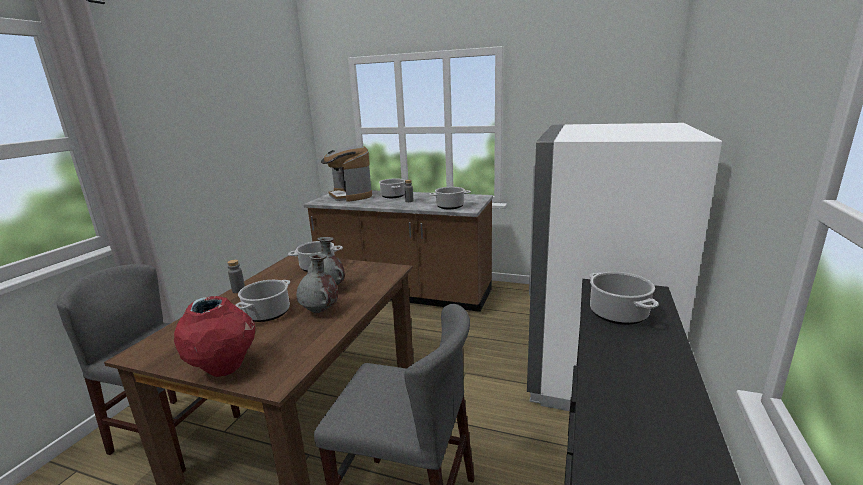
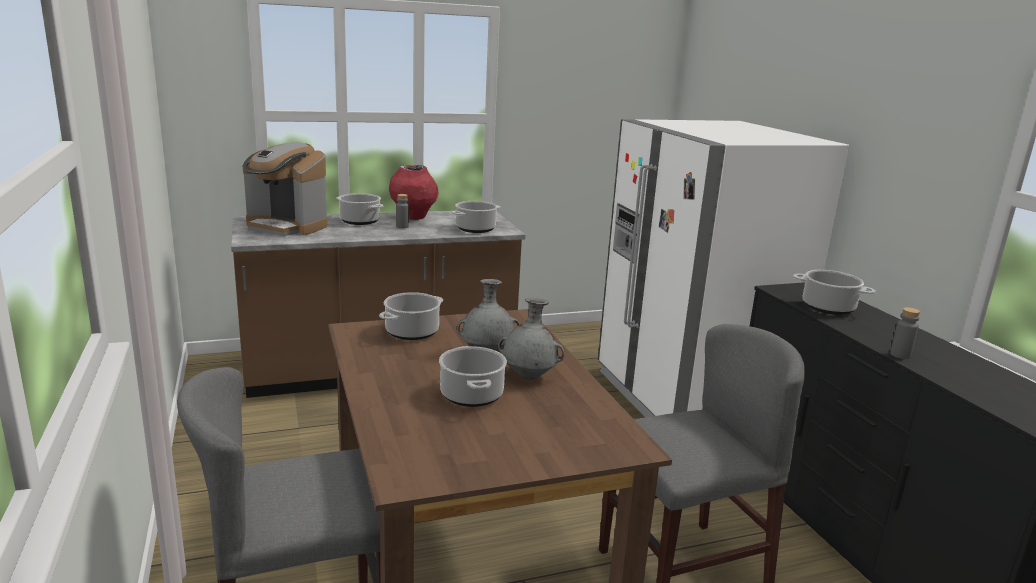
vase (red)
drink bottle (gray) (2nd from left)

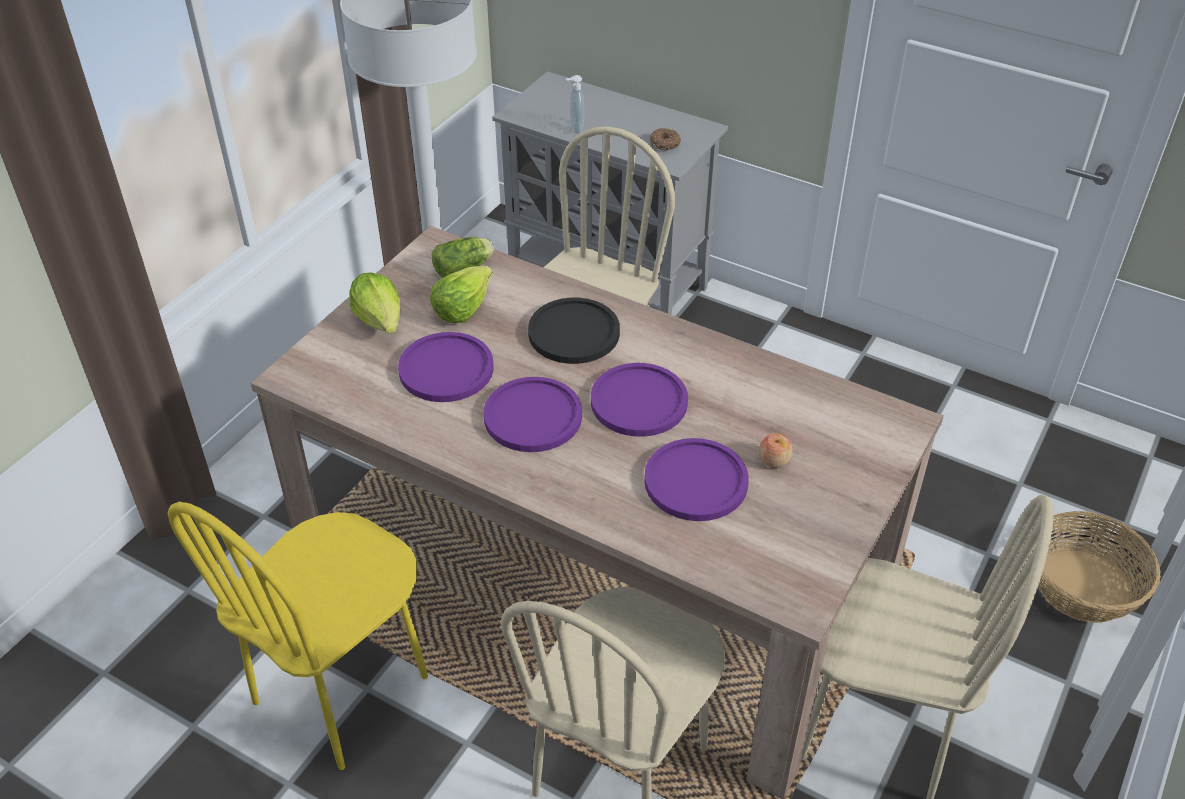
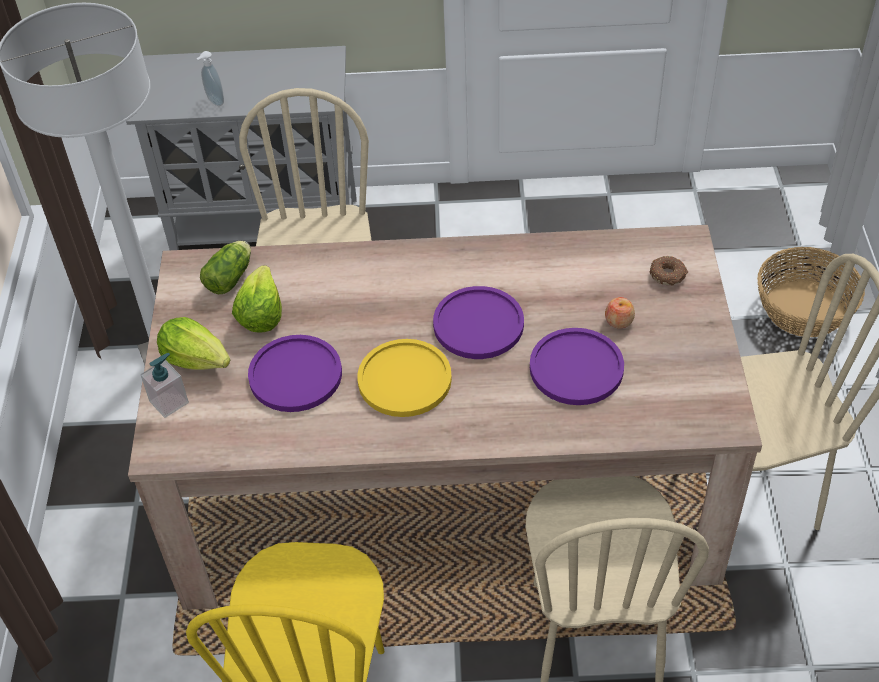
soap dispenser (1st from left)
dinner plate (yellow)
doughnut
dinner plate (black-coloured)

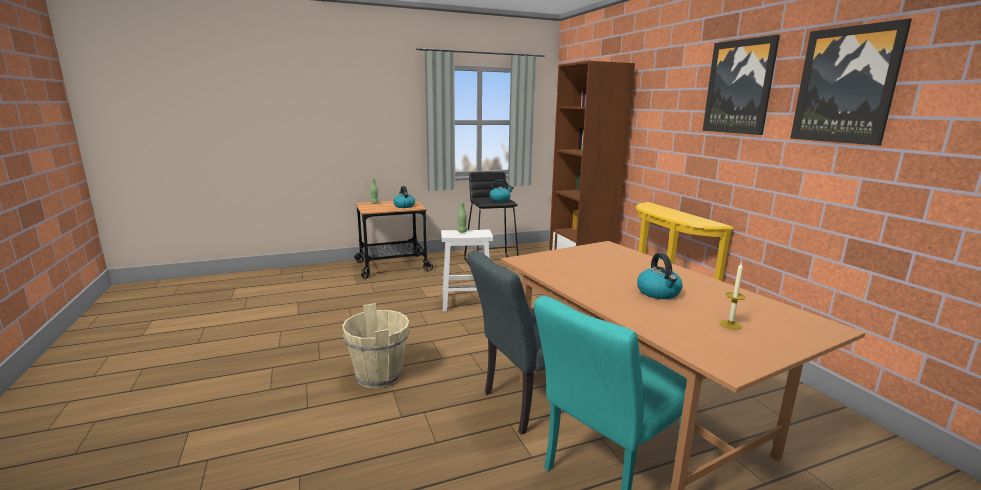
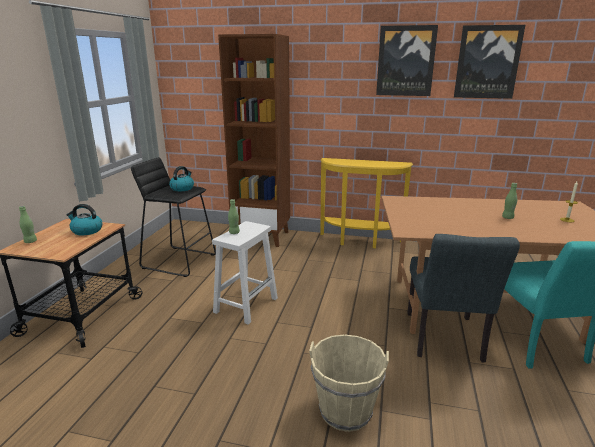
drink bottle (green-coloured) (3rd from left)

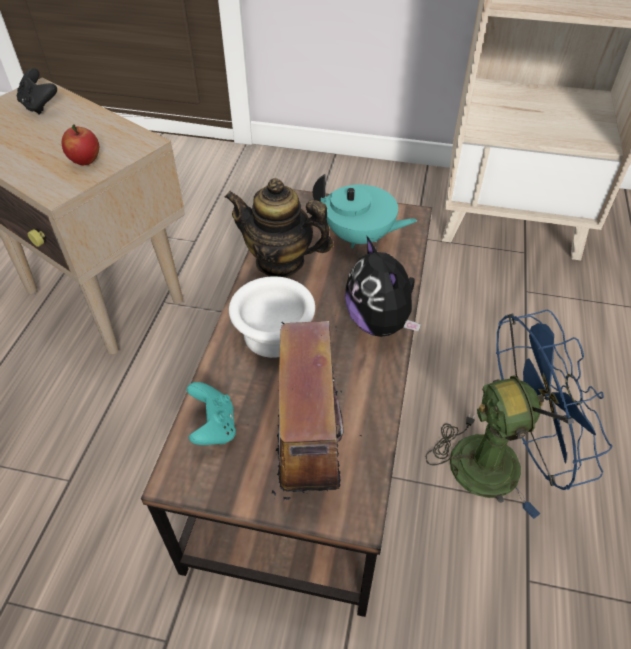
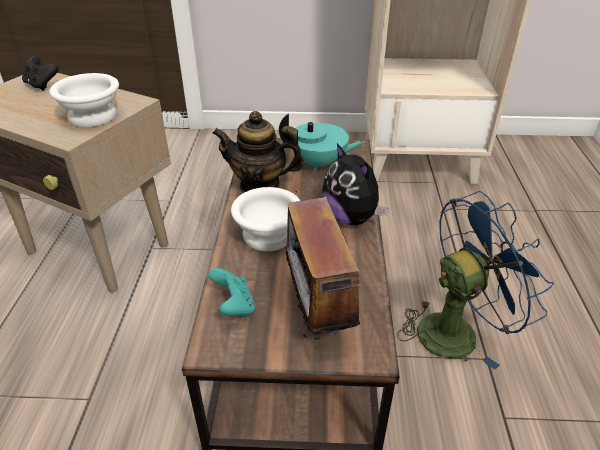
serving bowl (white-coloured) (1st from left)

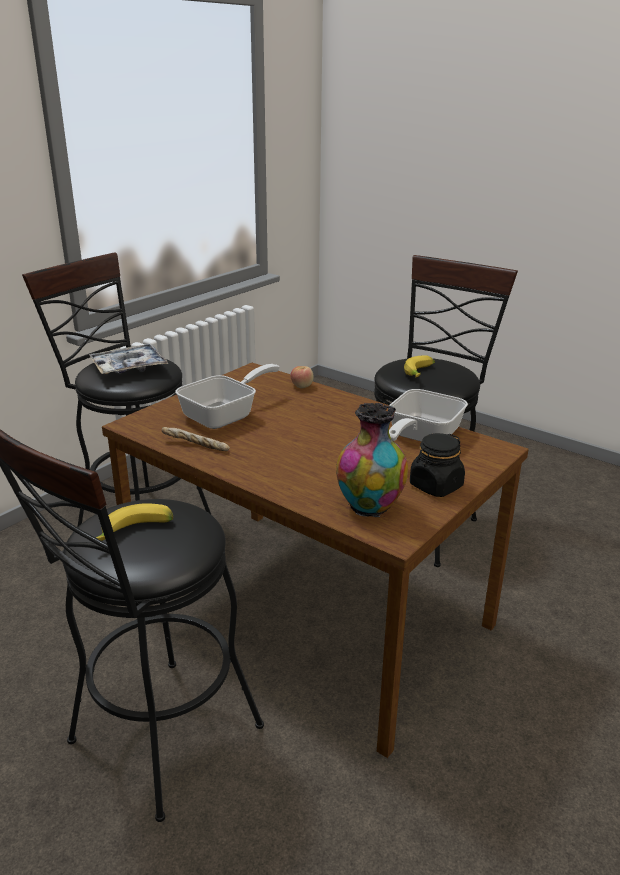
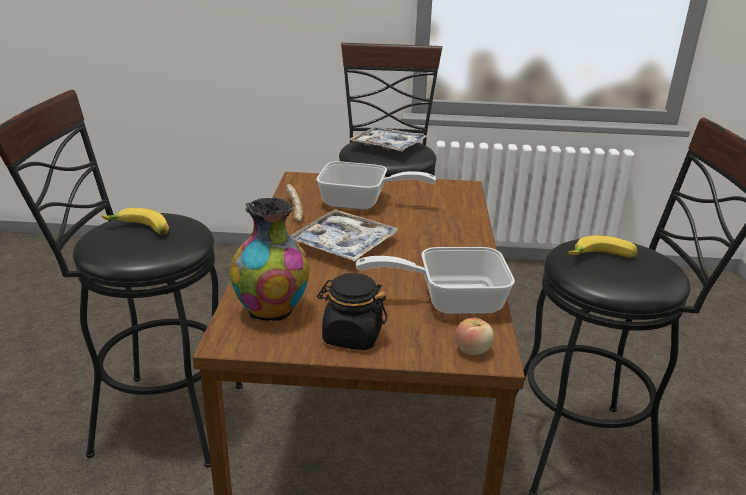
tray (1st from left)
apple

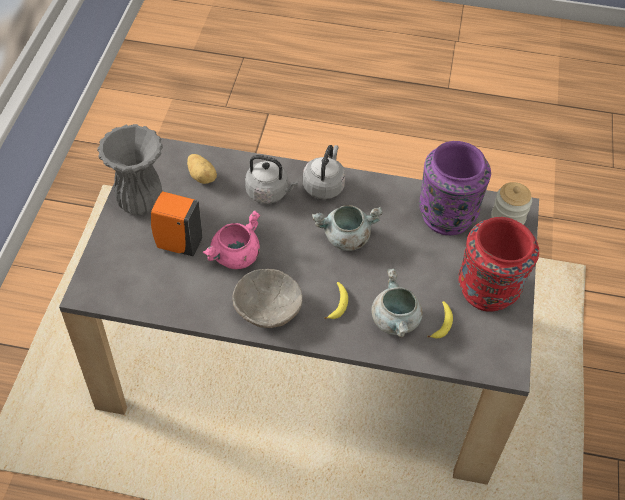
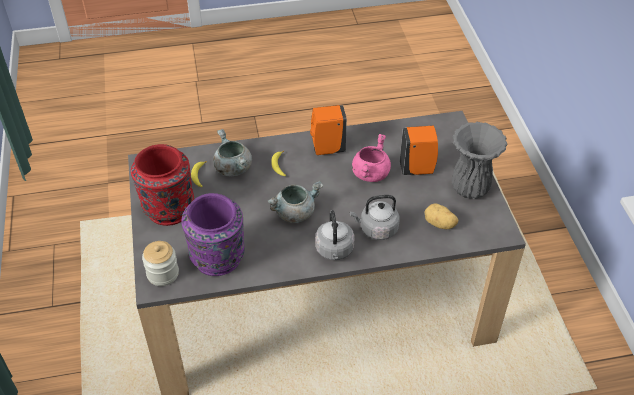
soap dispenser (orange-coloured) (1st from left)

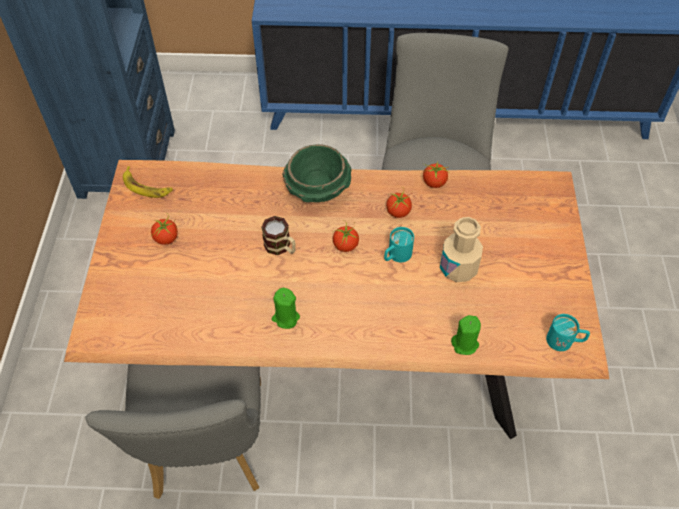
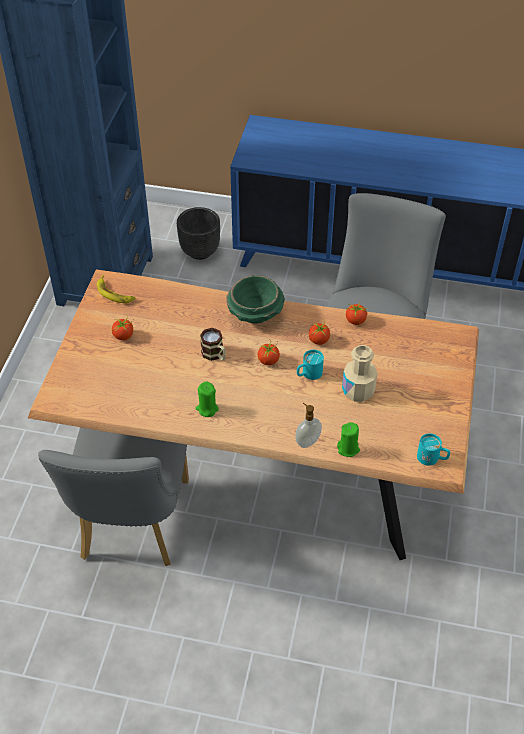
flower pot (black-coloured)
soap dispenser

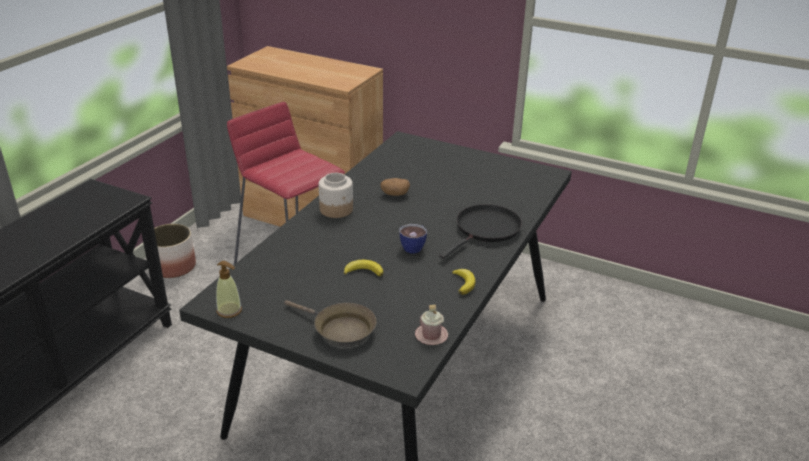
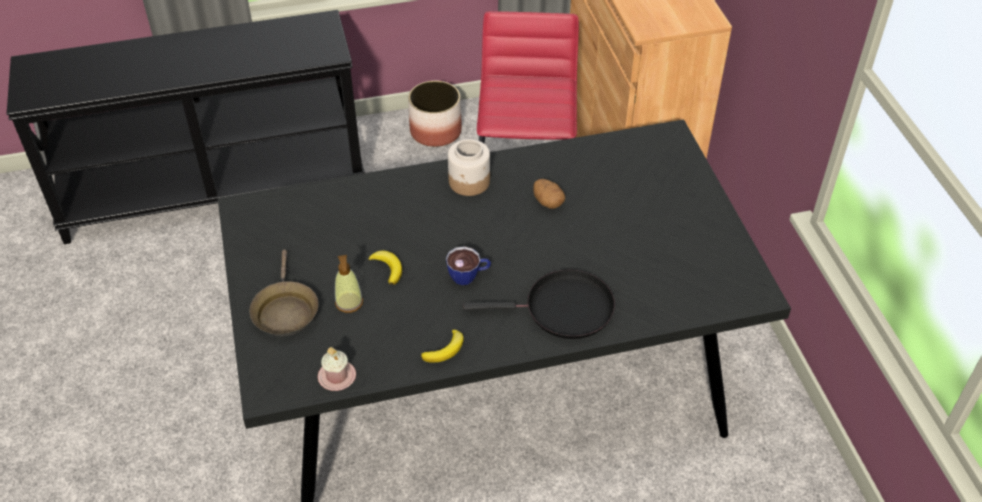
soap dispenser

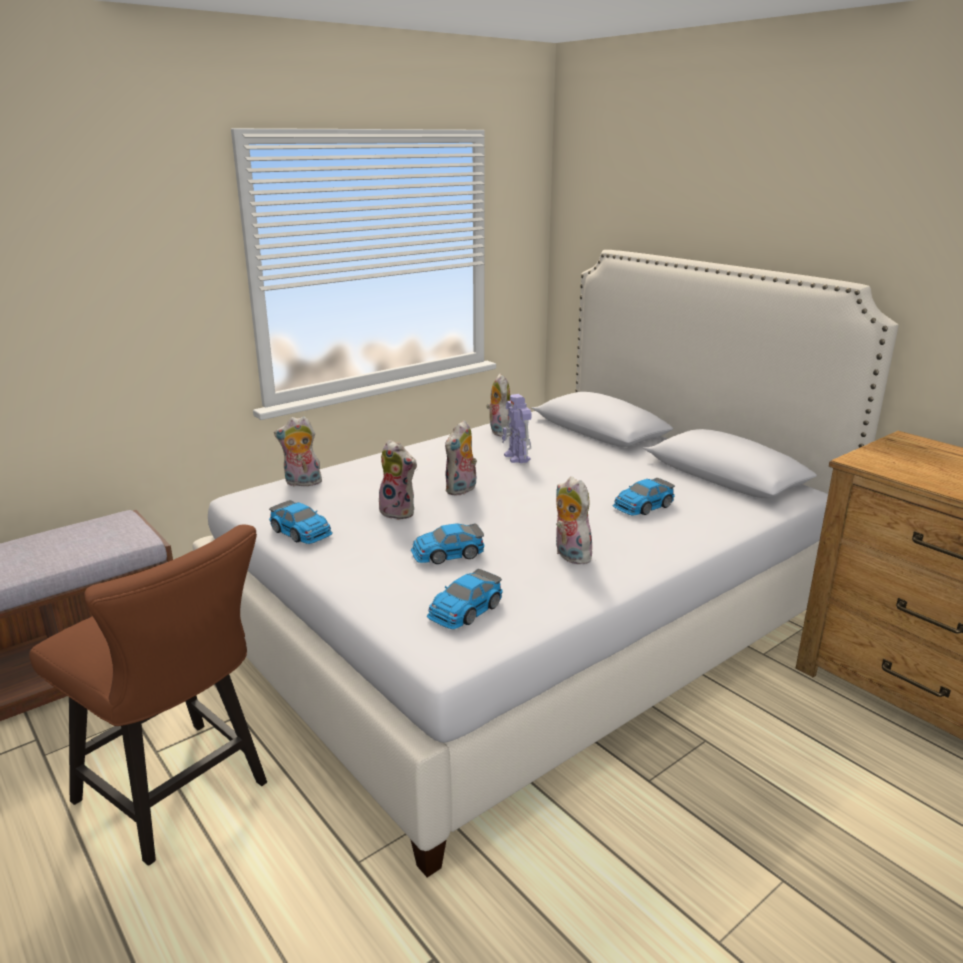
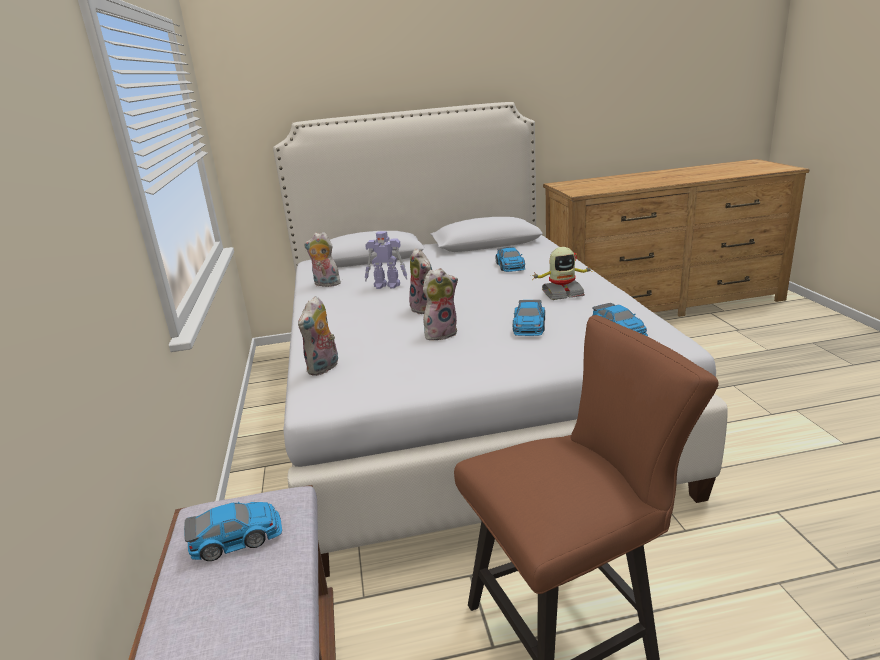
model car (1st from left)
robot figure (2nd from left)

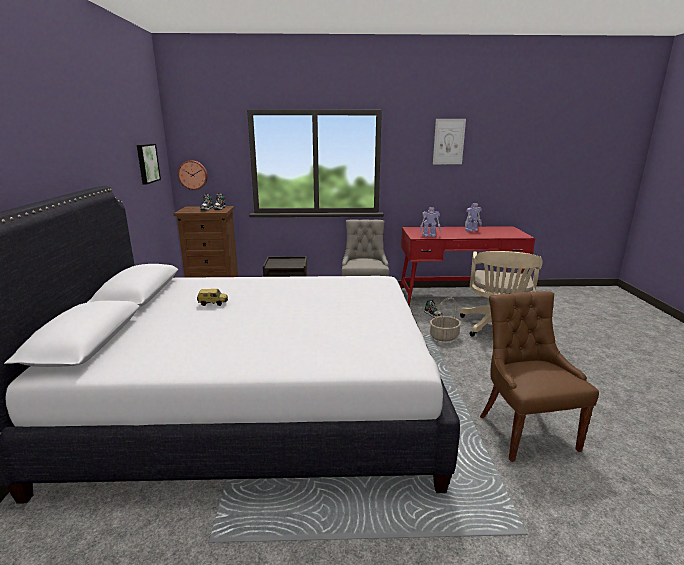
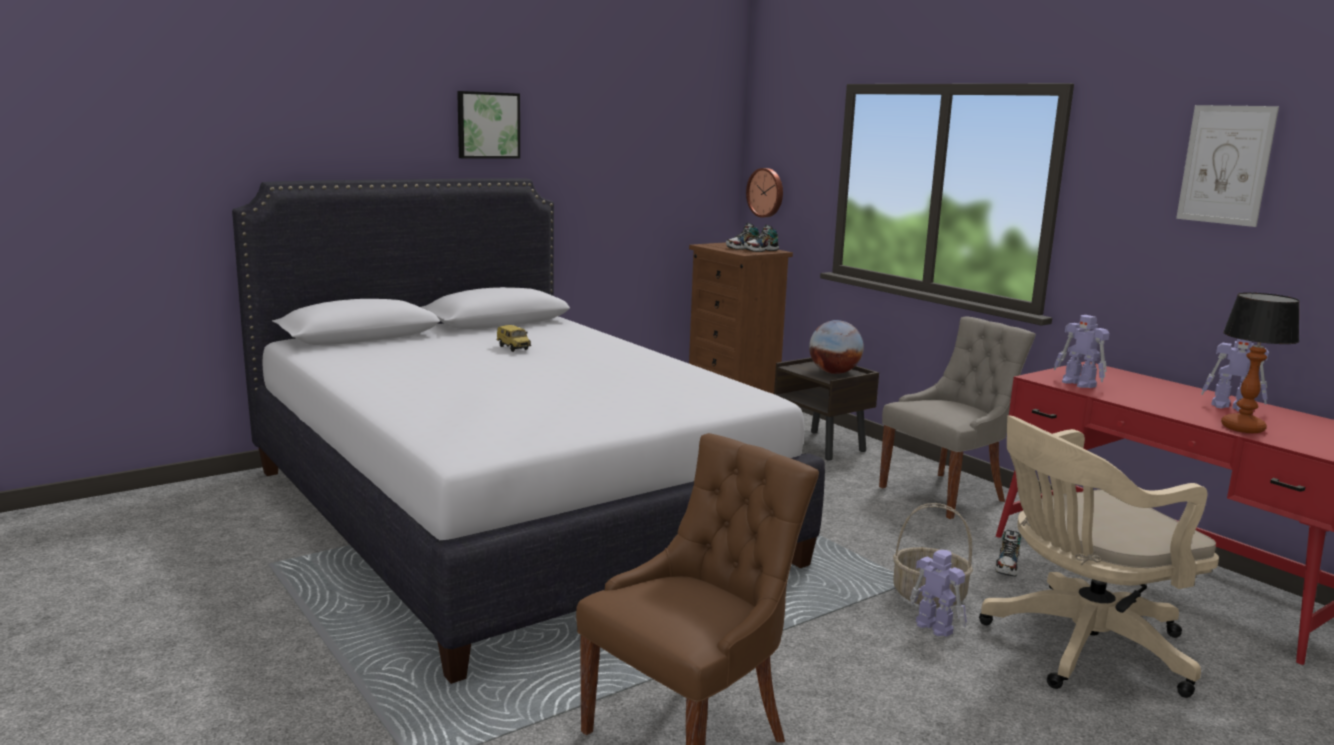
picture (1st from left)
desk globe
robot figure (1st from left)
tabletop lamp

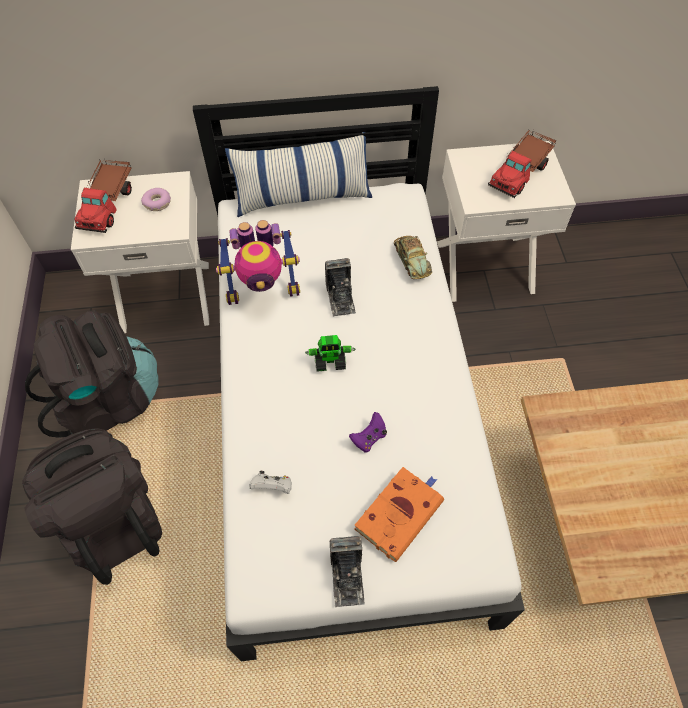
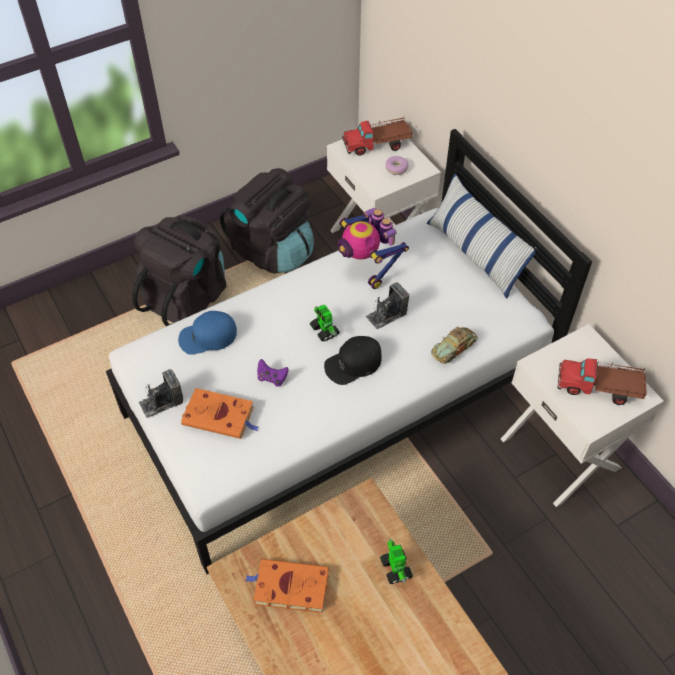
cap (bluish)
book (orange-coloured) (2nd from left)
cap (black-coloured)
robot figure (3rd from left)

